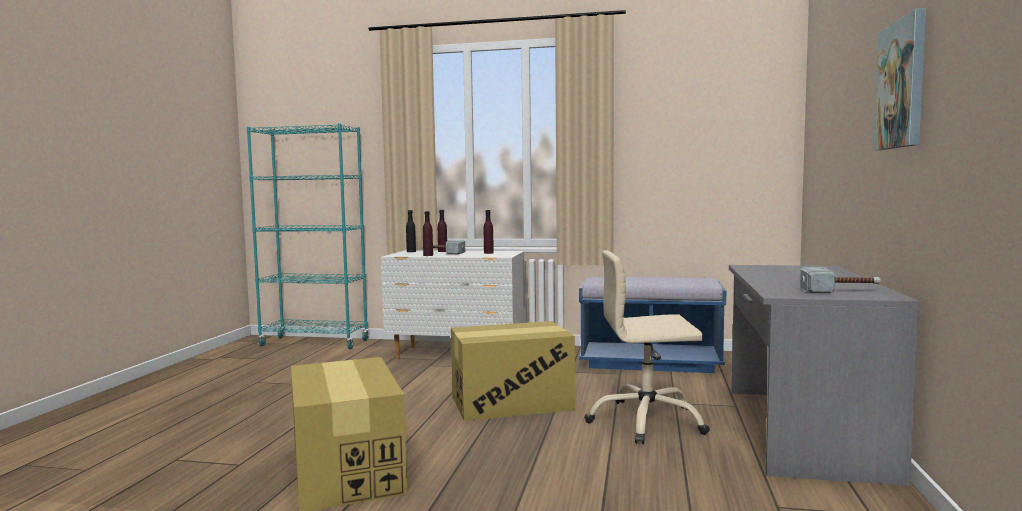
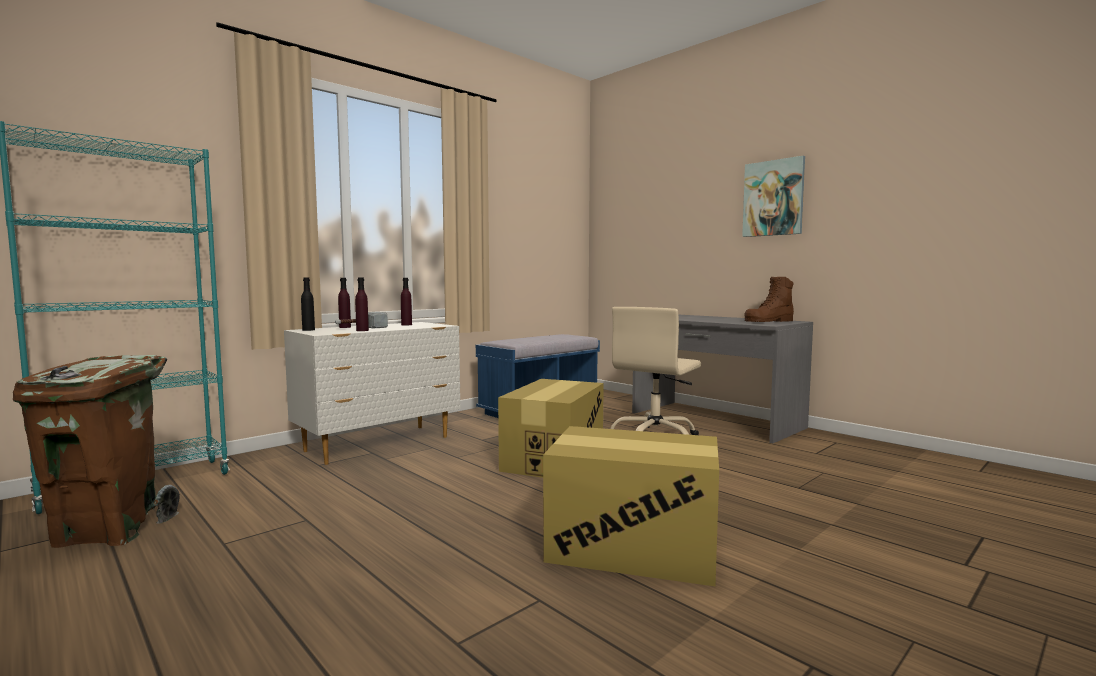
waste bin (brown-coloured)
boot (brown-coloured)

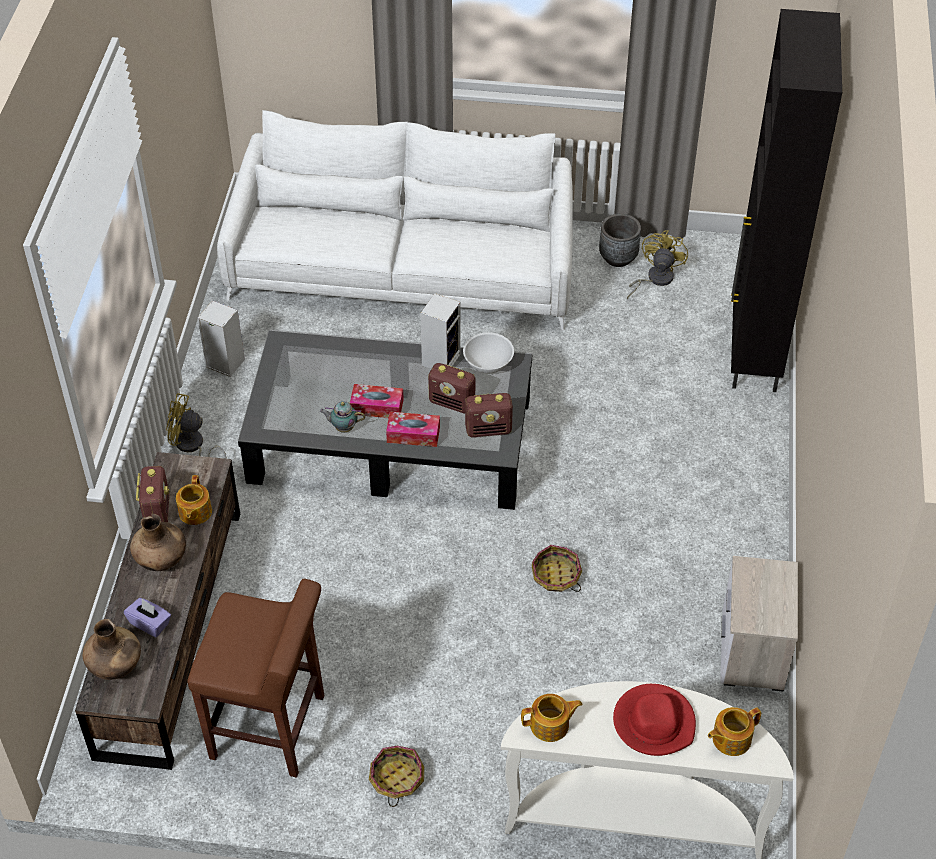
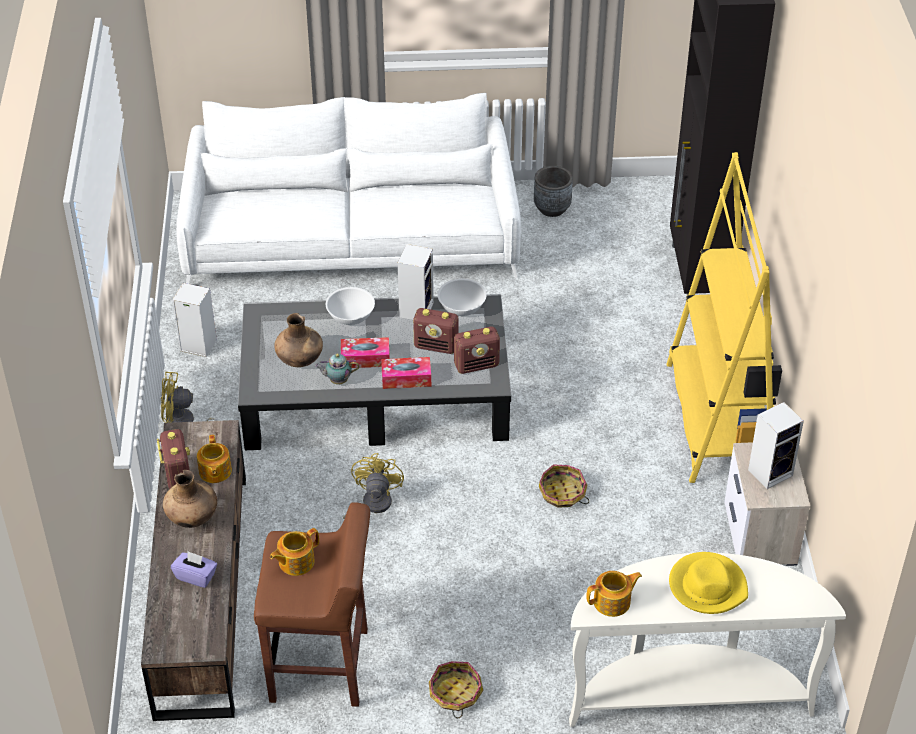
tea pot (2nd from left)
vase (brown-coloured) (2nd from left)
serving bowl (white-coloured) (1st from left)
fan (yellow) (2nd from left)
bookcase (yellow)
clothing hat (yellow)
audio speaker (3rd from left)

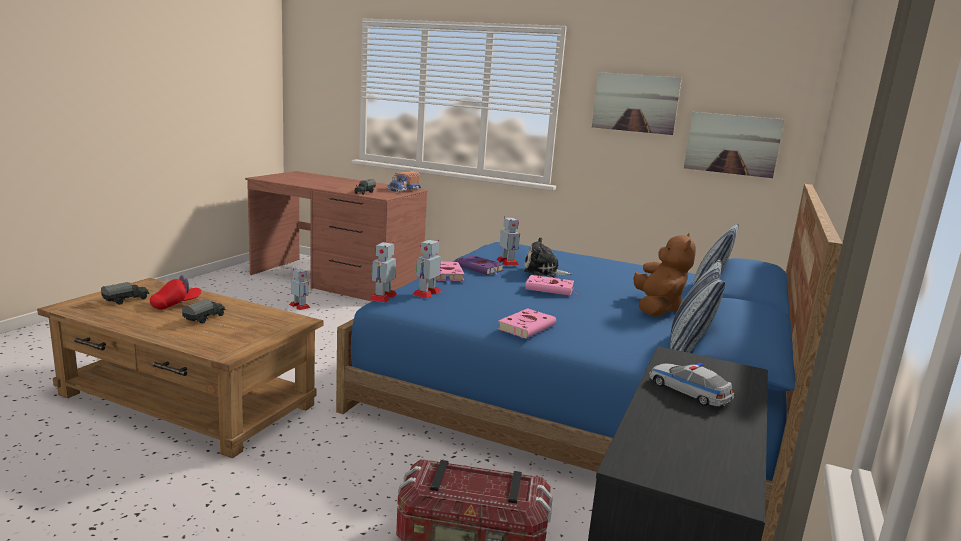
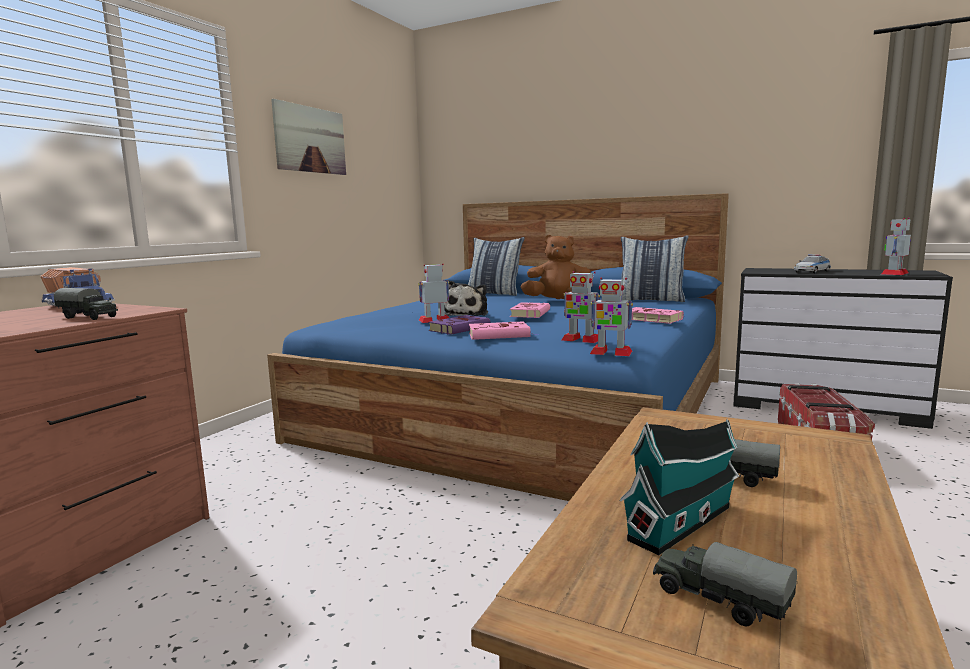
miniature house
robot figure (4th from left)
picture (2nd from left in the first image)

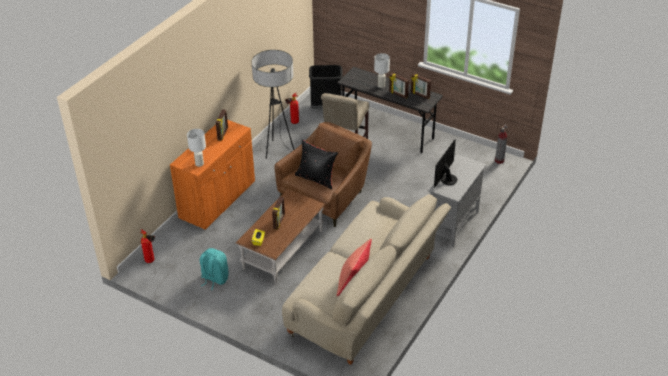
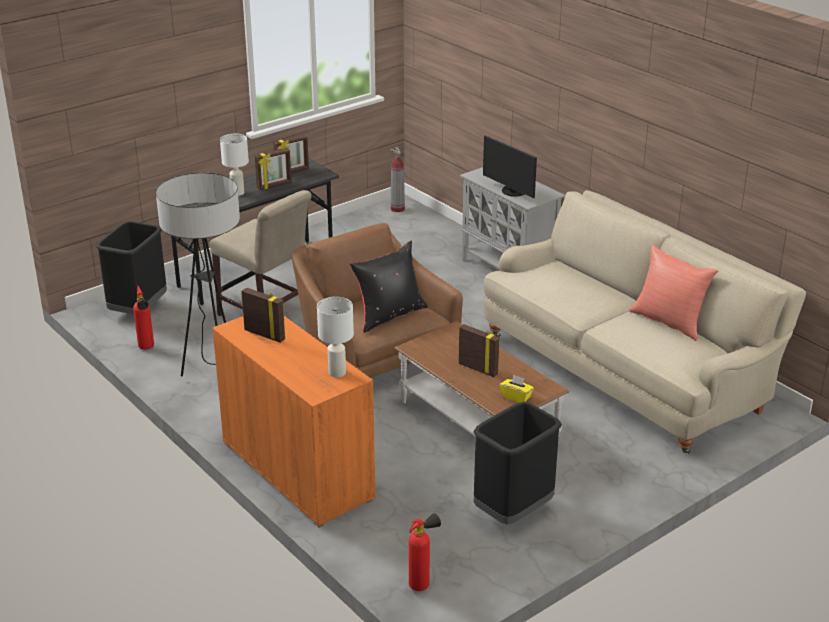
waste bin (black-coloured) (2nd from left)

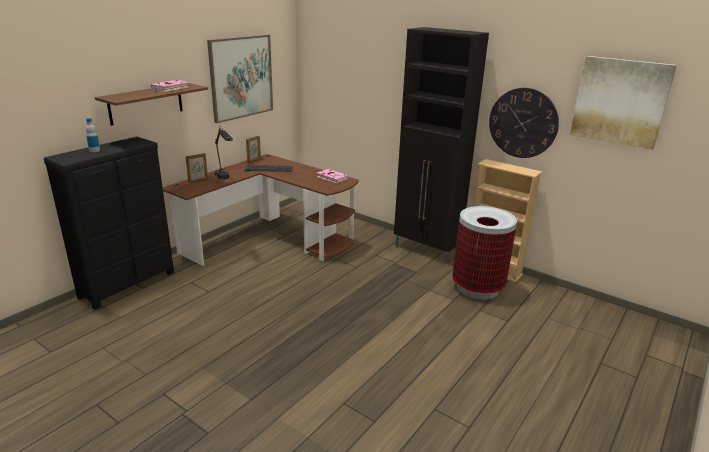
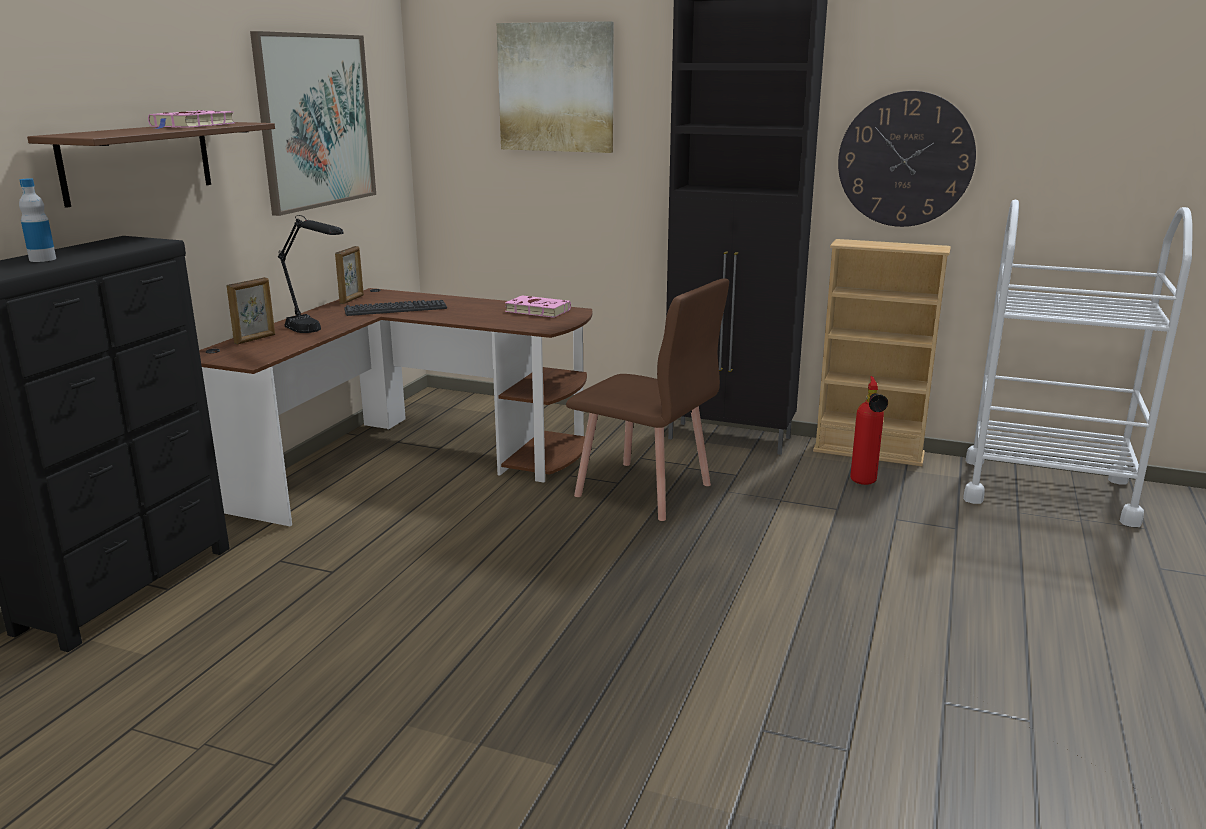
picture (2nd from left)
plain chair (brown-coloured)
extinguisher
trolley (white-coloured)

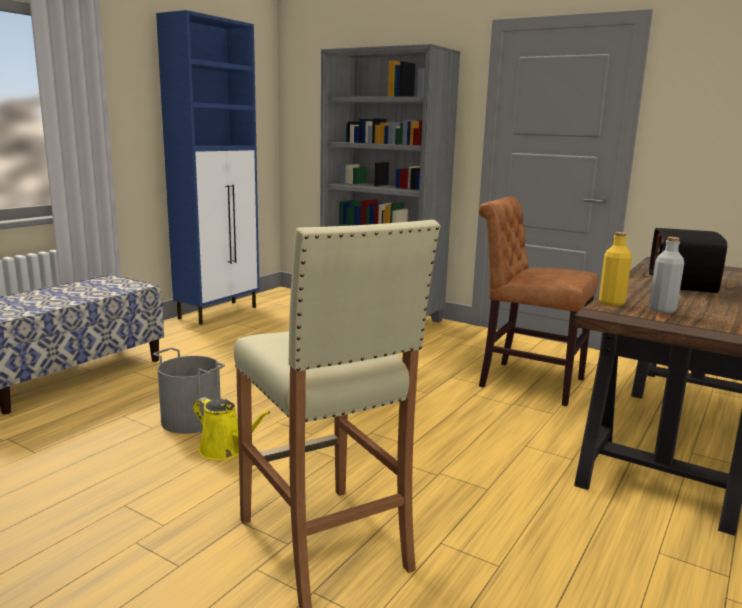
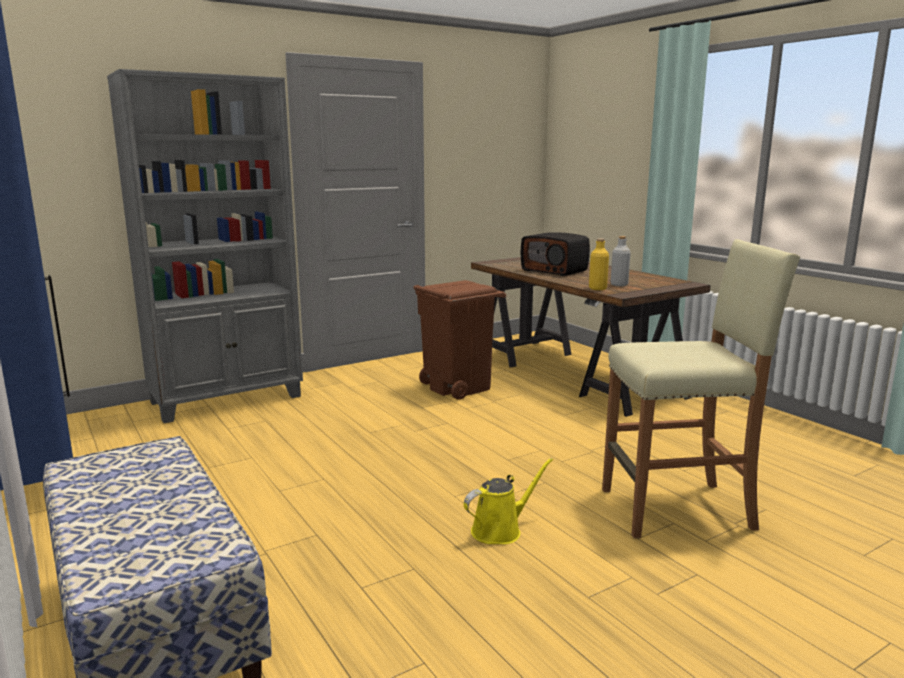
waste bin (brown-coloured)
bucket (gray)

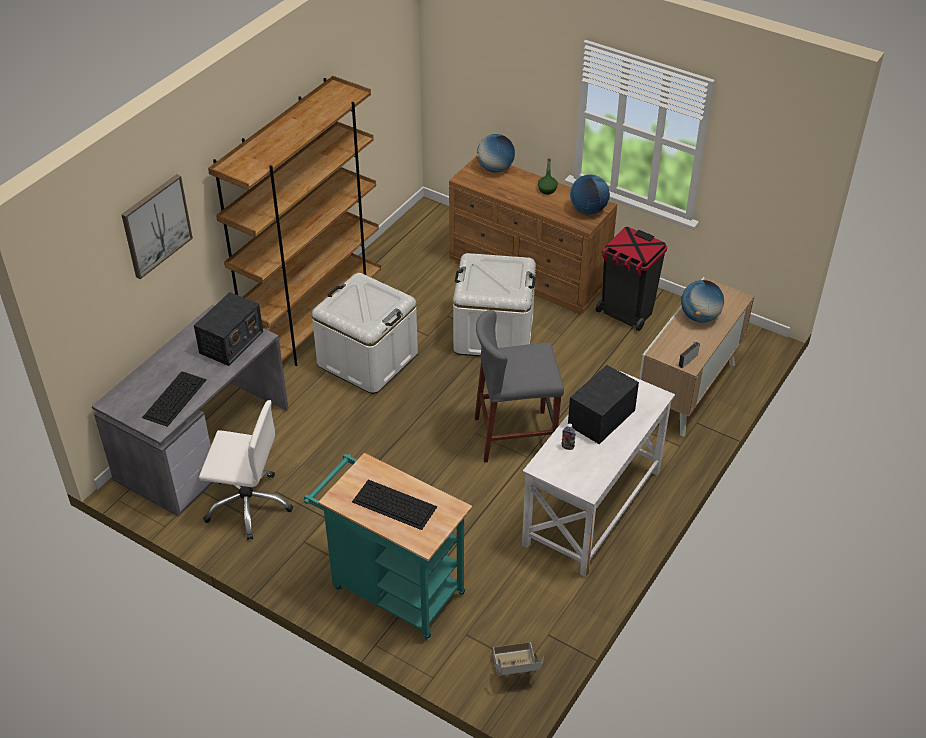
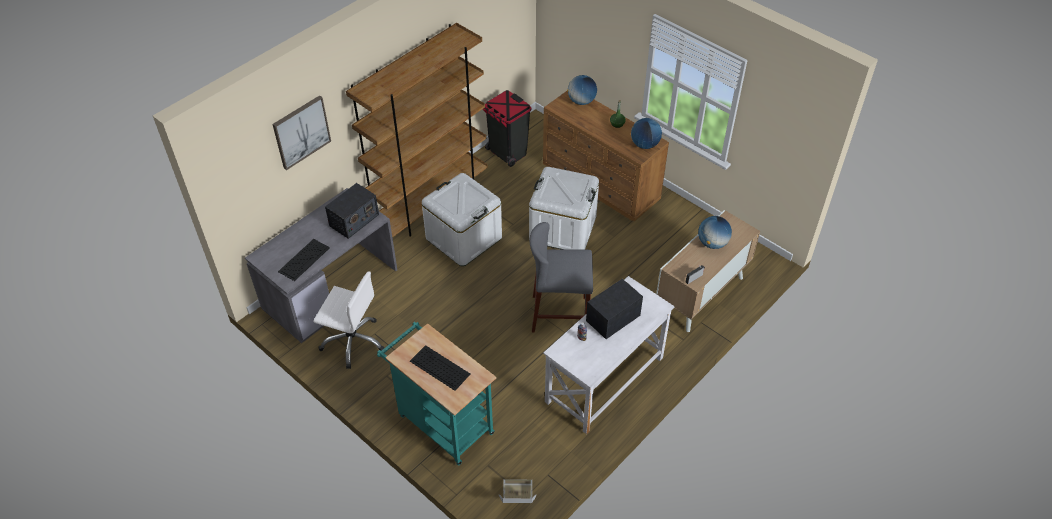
waste bin (black-coloured)

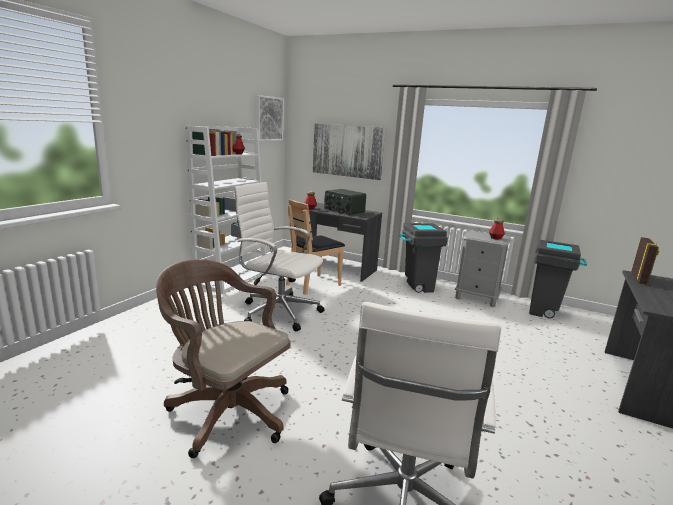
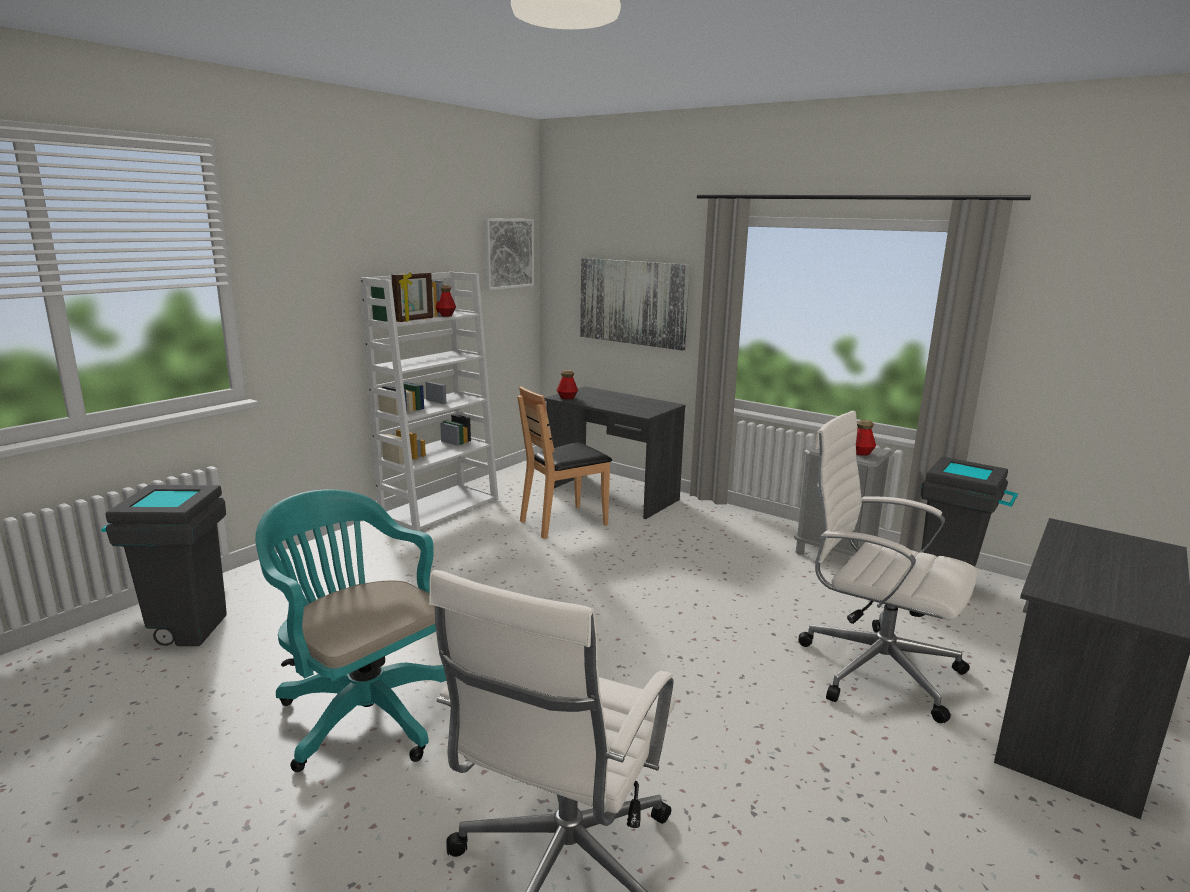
waste bin (gray) (1st from left)
office chair (blue-green)
photo frame
office chair (white-coloured) (2nd from left)
radio

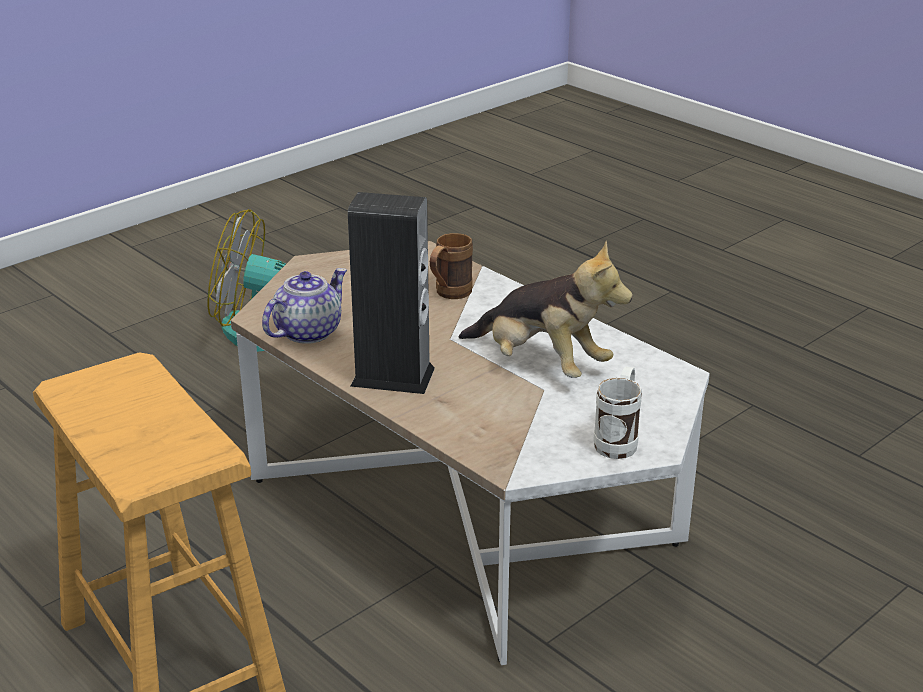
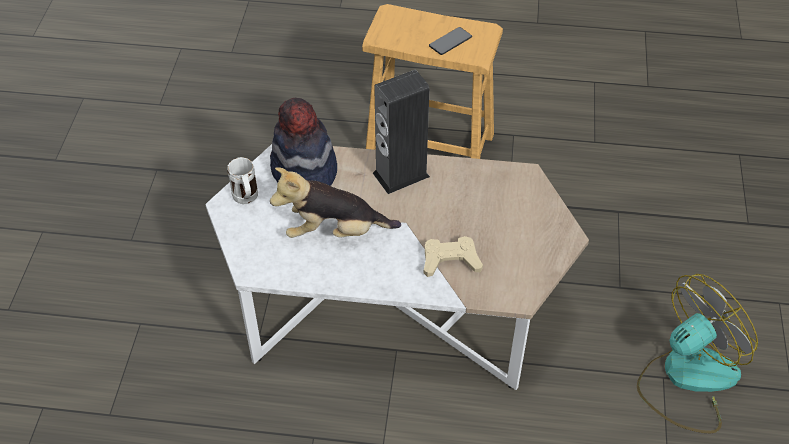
clothing hat
joypad (beige-coloured)
phone
tea pot

